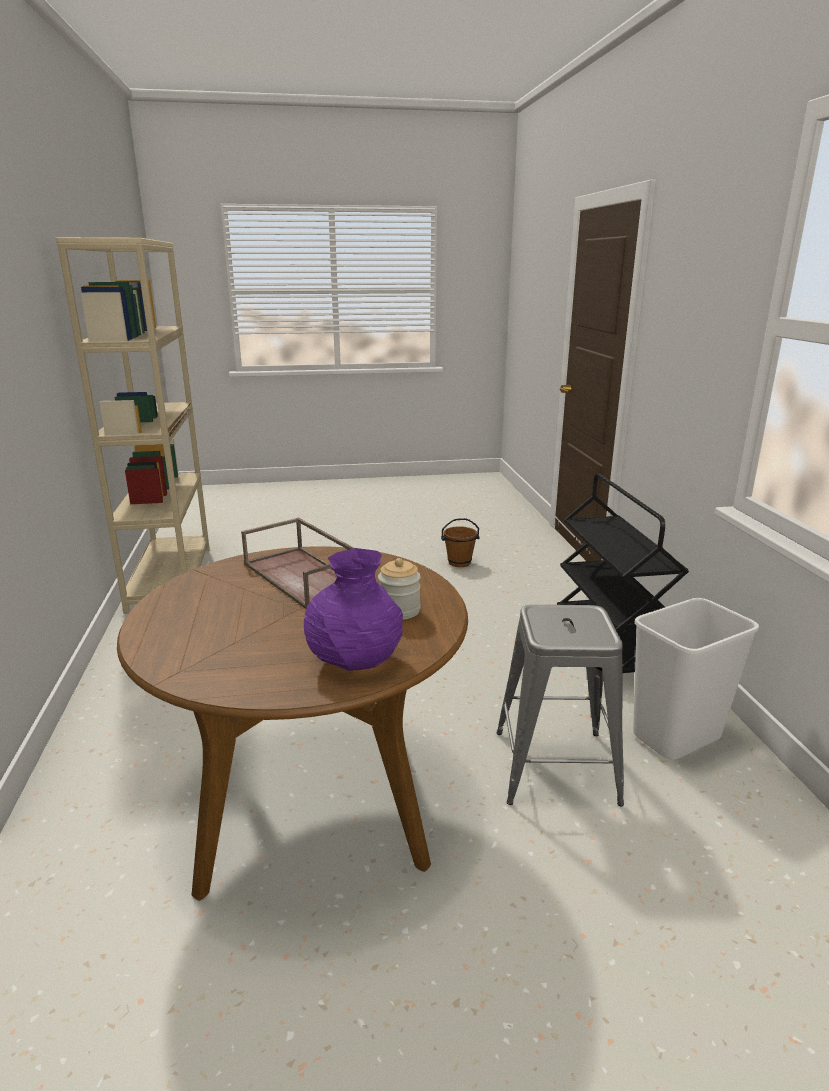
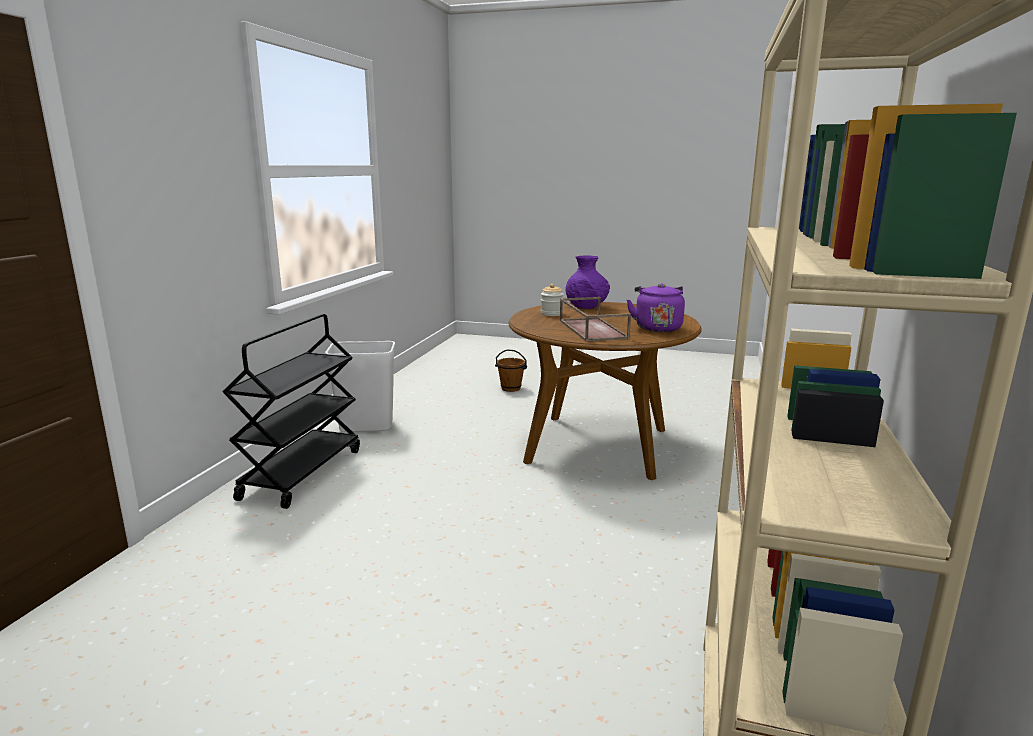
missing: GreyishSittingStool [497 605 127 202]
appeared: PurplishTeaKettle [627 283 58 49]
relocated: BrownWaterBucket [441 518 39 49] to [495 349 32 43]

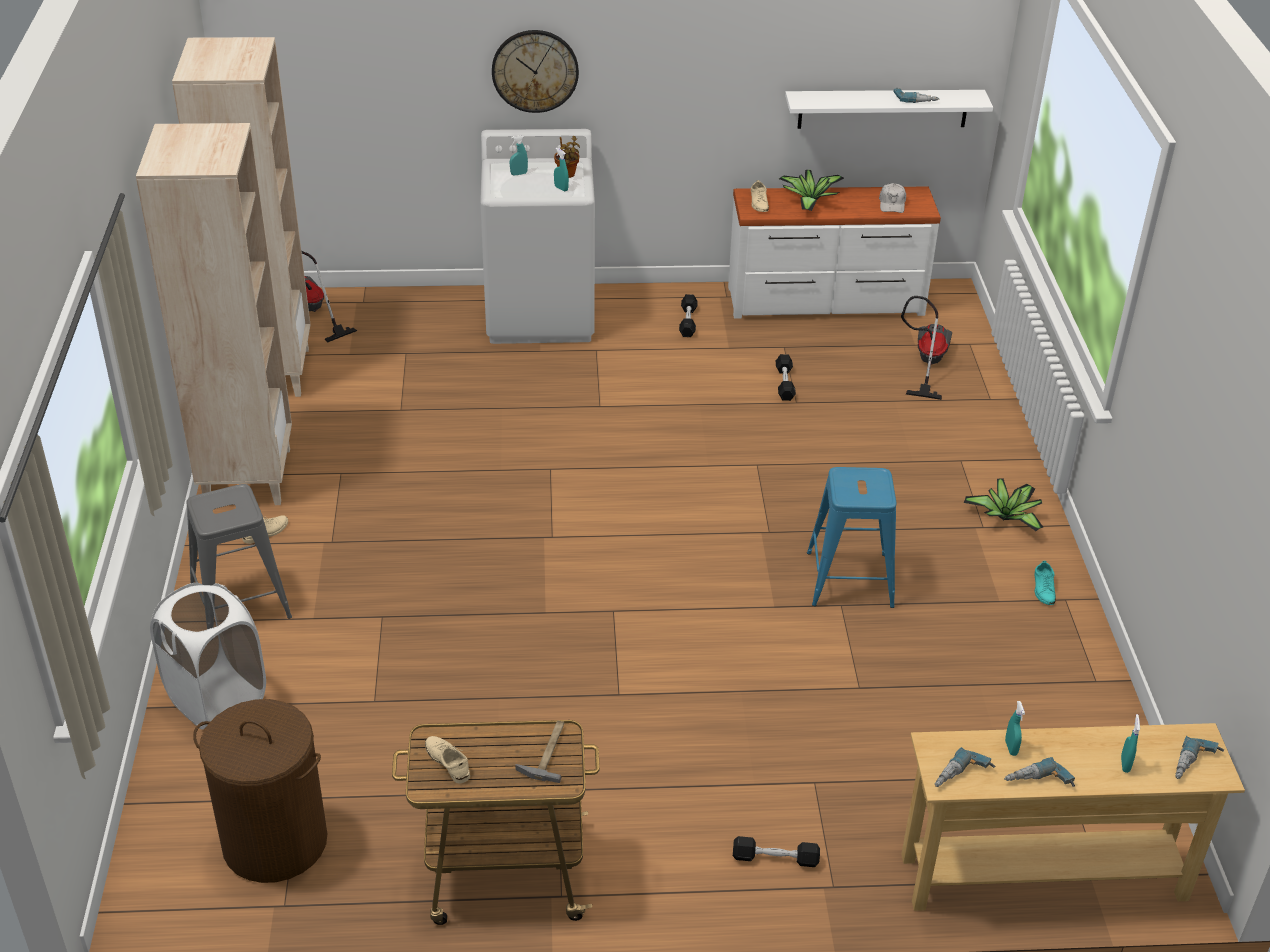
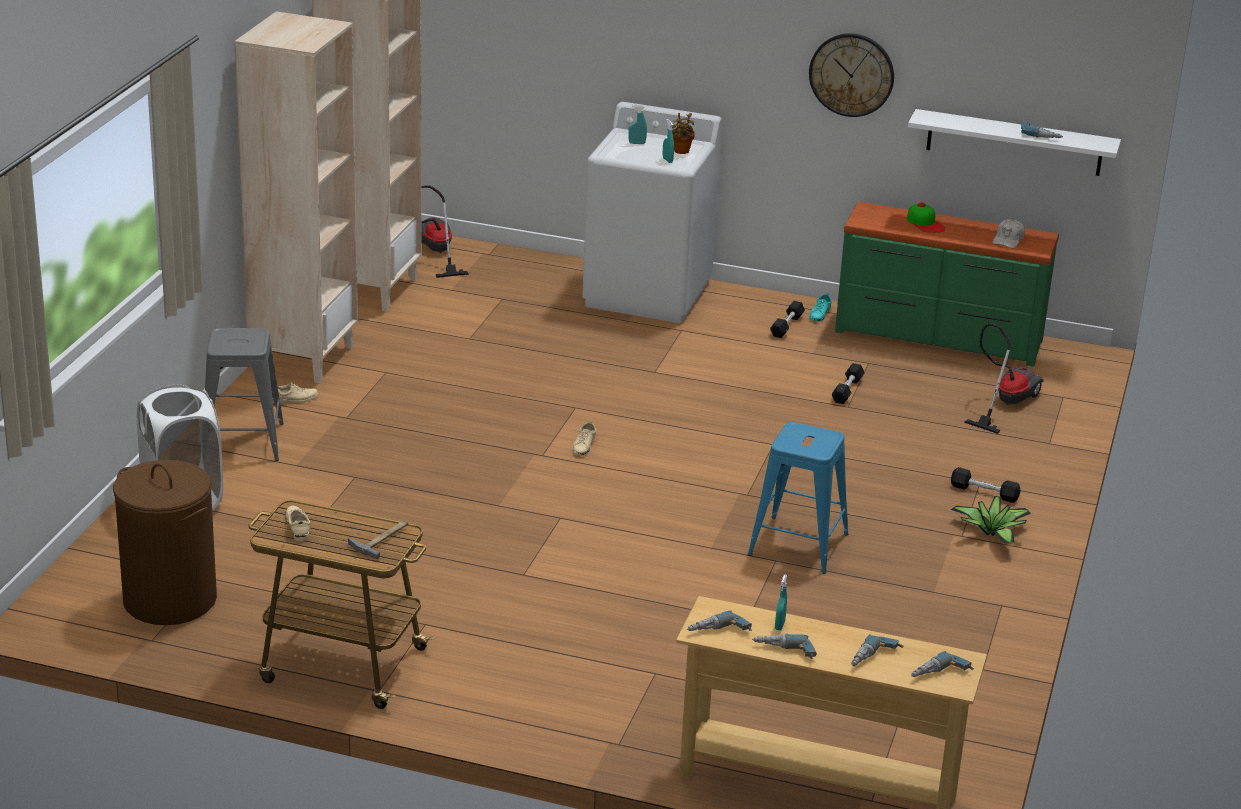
relocated: HangingClock [492 30 87 83] to [809 33 85 84]; BlackColouredHandWeight [733 836 87 31] to [951 467 69 36]; SandColouredLowShoe [751 180 18 32] to [572 421 24 35]; BlueGreenLowShoe [1035 561 21 44] to [809 293 23 29]
exchanged: Houseplant [779 170 65 41] to PeakedCap [907 202 38 31]; BlueGreenHandSprayer [1121 714 19 59] to Drill [851 634 52 32]
colour: WhiteDresser [728 186 213 133] to GreenColouredDresser [835 202 224 165]

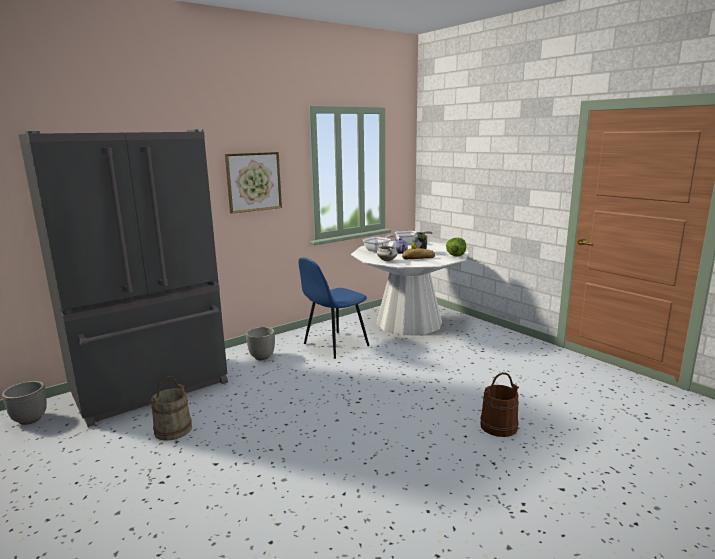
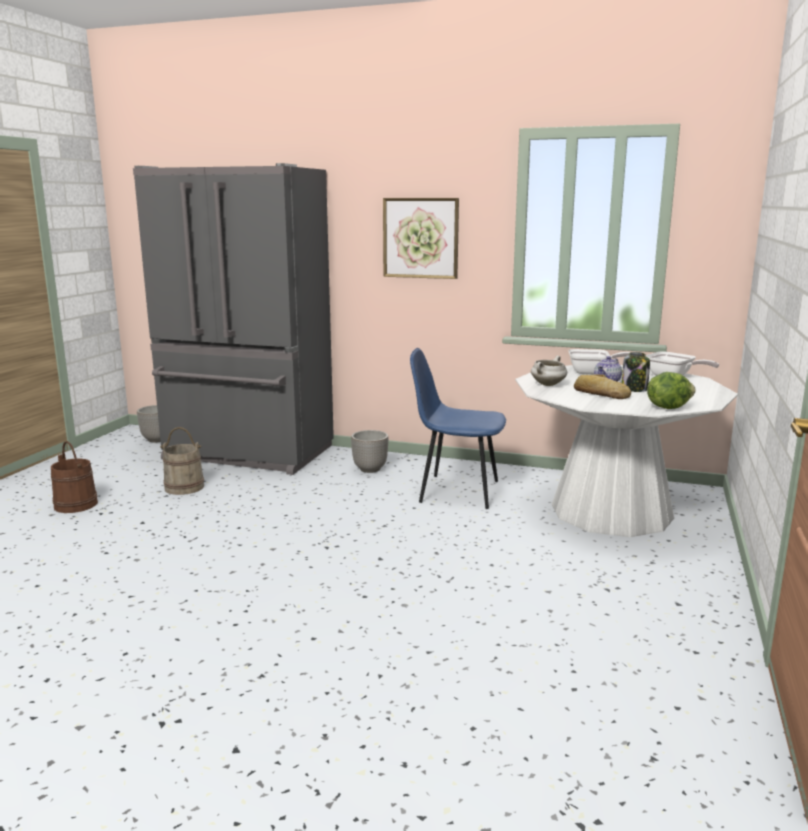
relocated: BrownWaterBucket [480 372 39 65] to [51 441 47 72]

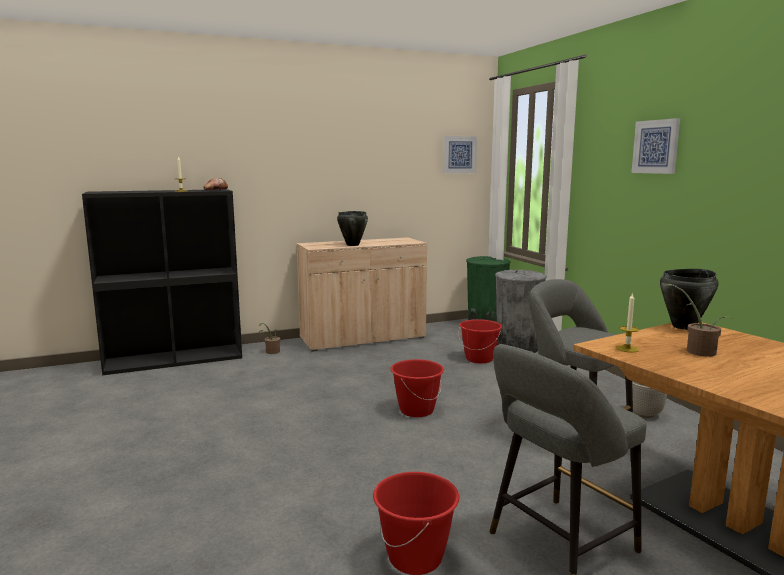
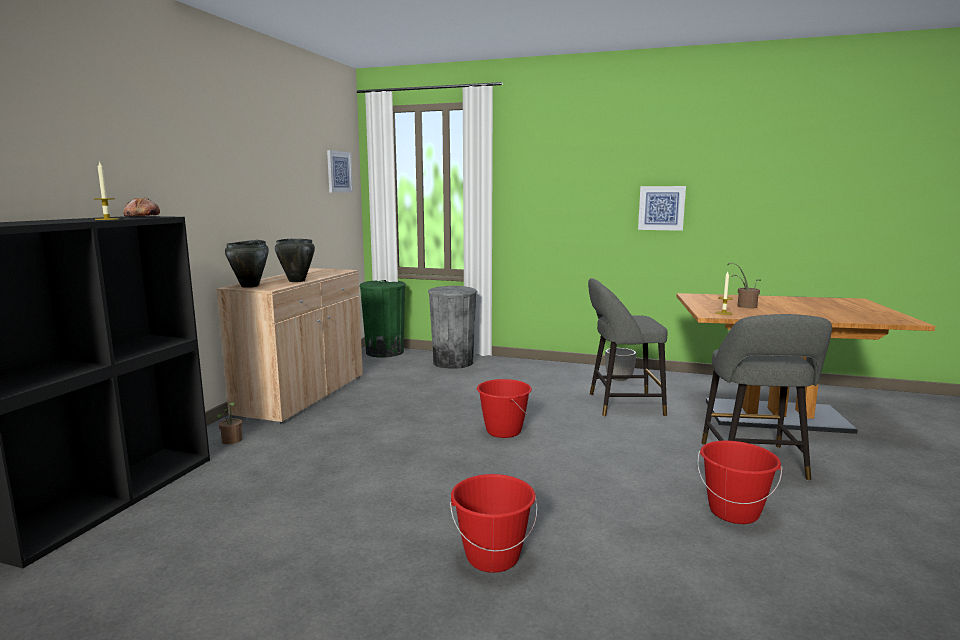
relocated: RedColouredWaterBucket [458 319 44 44] to [450 474 87 99]; Picture [631 118 49 56] to [638 186 48 45]; BlackColouredSaucepot [660 269 59 61] to [225 240 44 48]

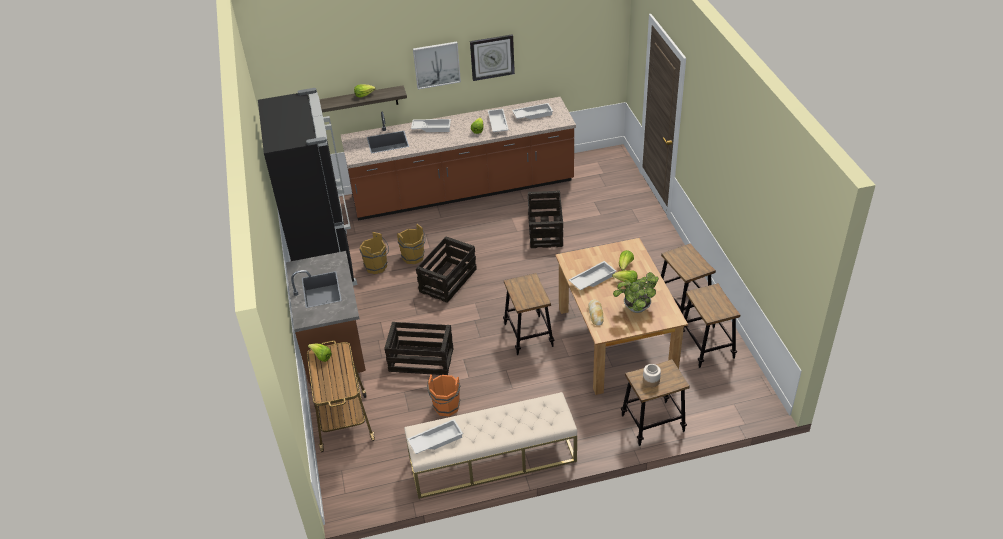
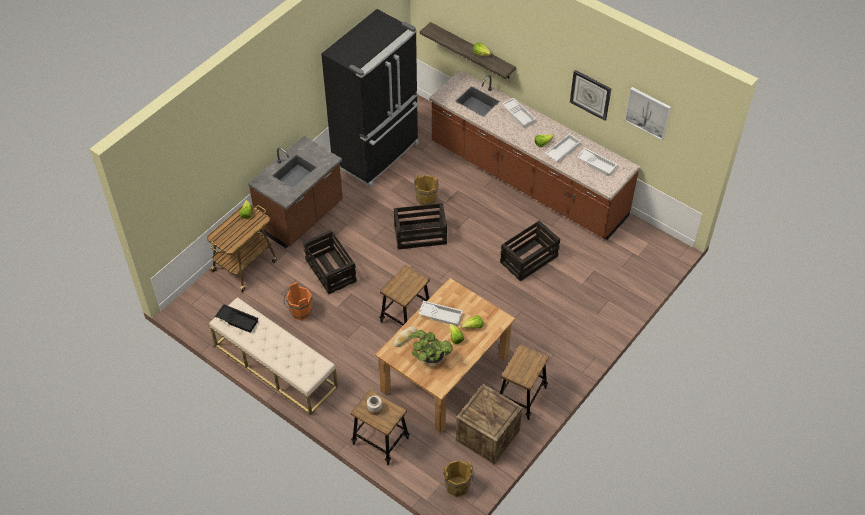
relocated: BrownWaterBucket [359 232 30 42] to [443 460 31 37]; Picture [413 42 48 47] to [624 87 47 53]
exchanged: SittingStool [683 283 57 85] to ShippingCrate [456 384 67 81]
colour: WhiteTray [407 419 56 35] to BlackColouredTray [215 304 44 29]

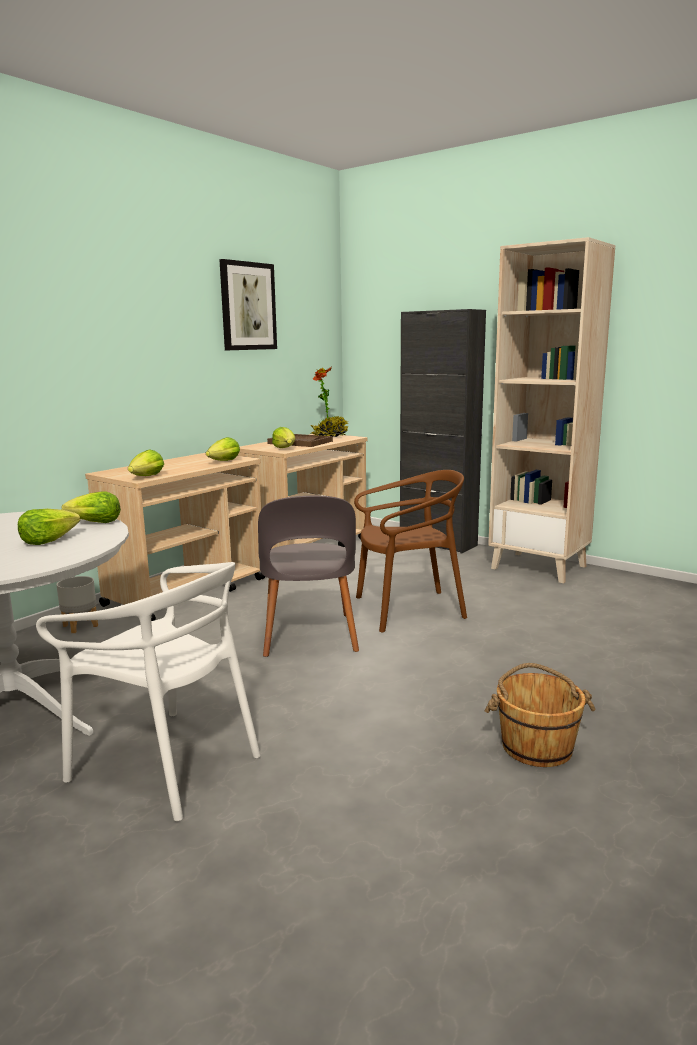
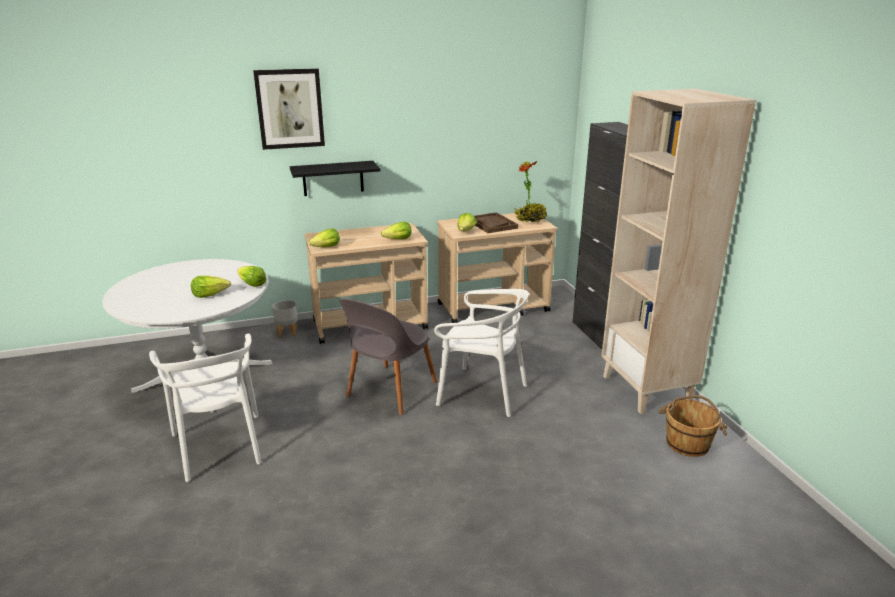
appeared: BlackColouredShelf [290 161 90 35]
relocated: Picture [219 259 58 91] to [253 68 72 82]; BrownWaterBucket [484 663 112 104] to [659 395 68 62]
colour: BrownChair [354 470 113 163] to WhiteChair [434 289 95 128]

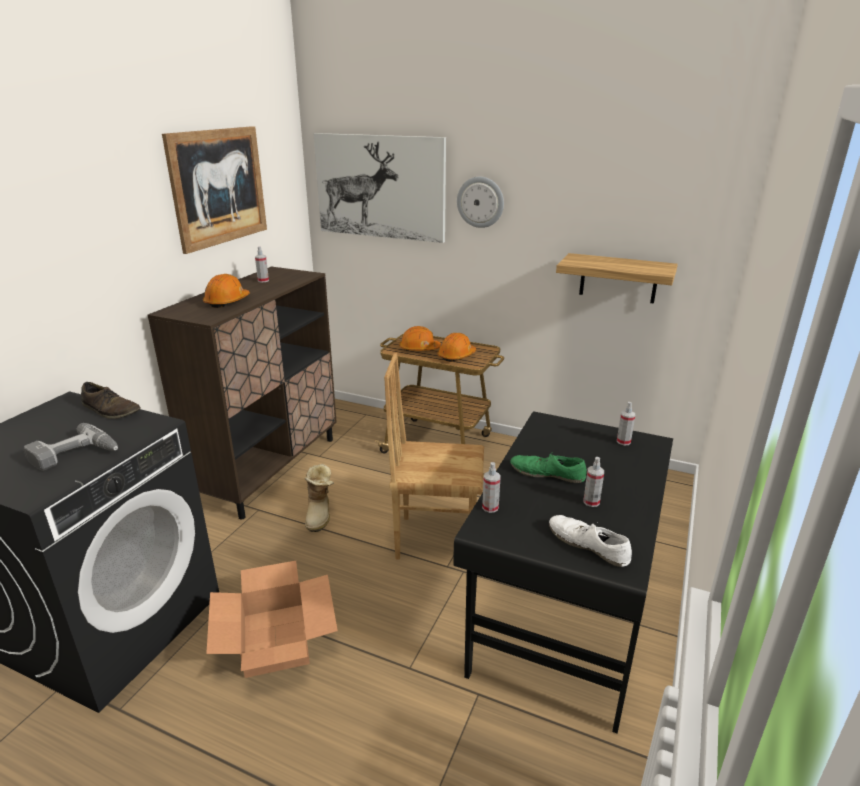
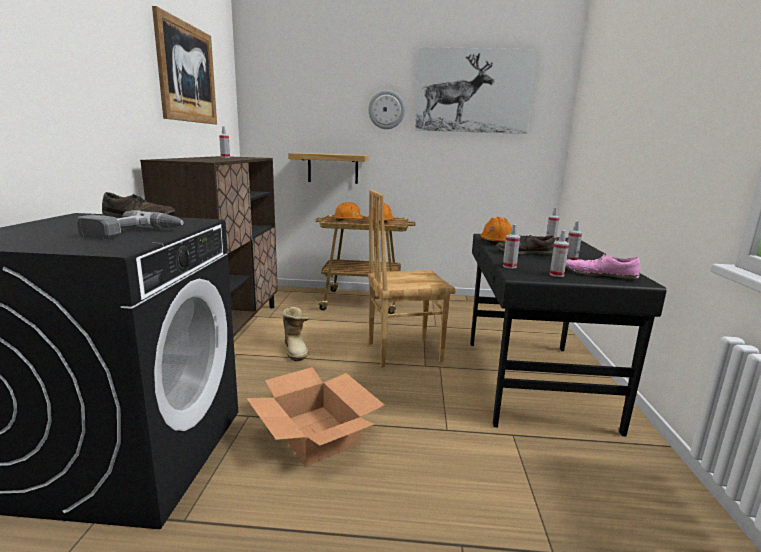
appeared: HandSprayer [550 230 19 47]
relocated: OrangeHardHat [203 274 47 34] to [480 217 32 28]; Picture [314 133 132 110] to [415 47 123 87]; Shelf [556 253 122 51] to [288 153 81 31]
colour: GreenColouredLowShoe [510 453 77 30] to BrownLowShoe [495 235 60 19]; WhiteLowShoe [549 515 83 52] to PinkLowShoe [566 254 75 25]

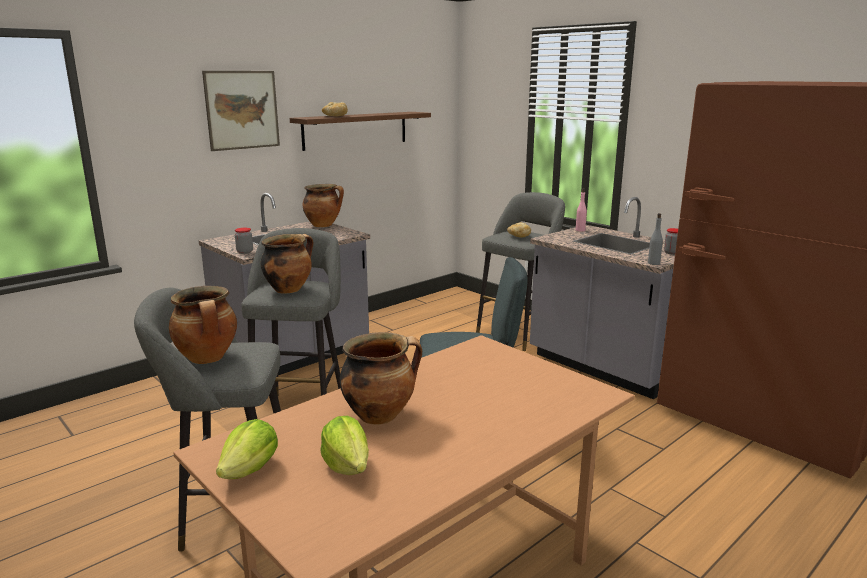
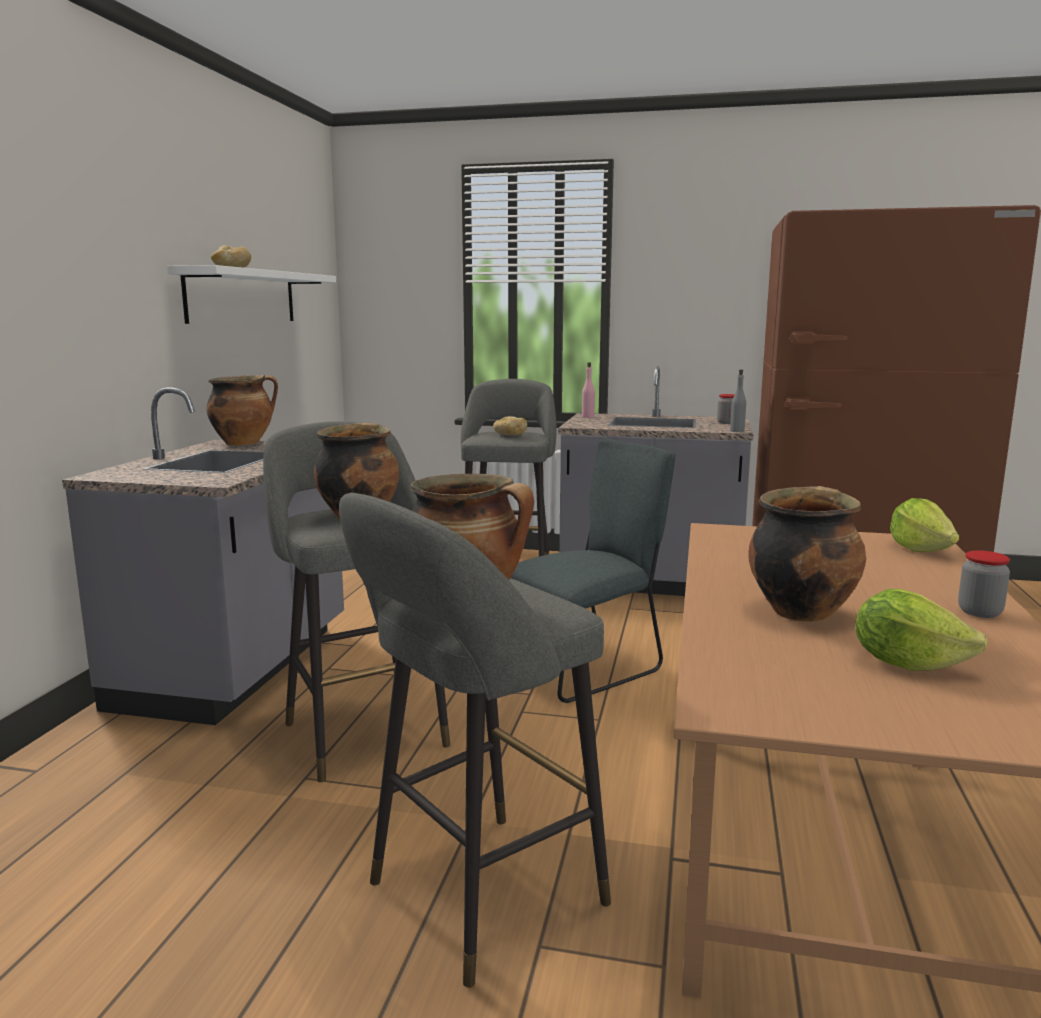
missing: Picture [202 71 78 80]
relocated: Lettuce [216 419 62 60] to [890 498 69 54]; StorageJar [235 228 18 26] to [958 550 52 68]
colour: BrownShelf [290 112 141 39] to WhiteShelf [167 265 169 59]

